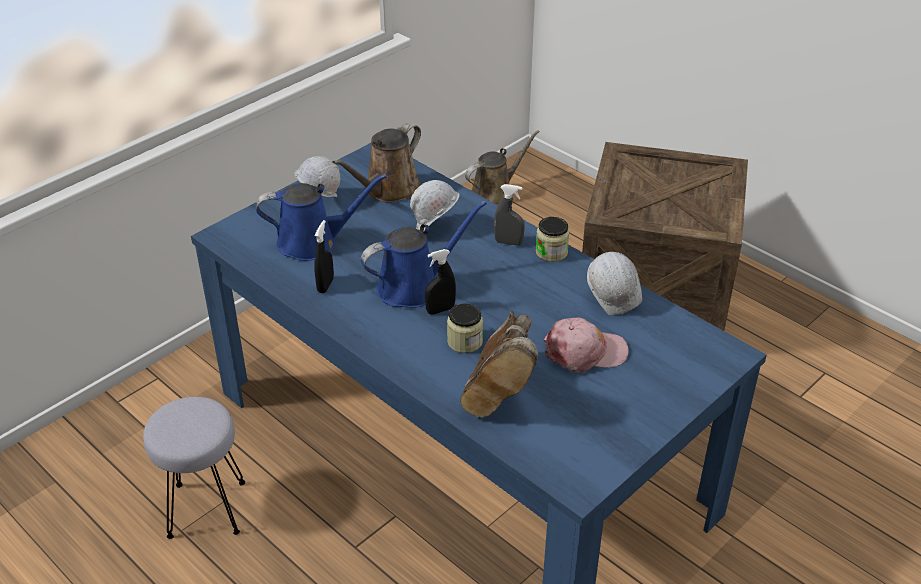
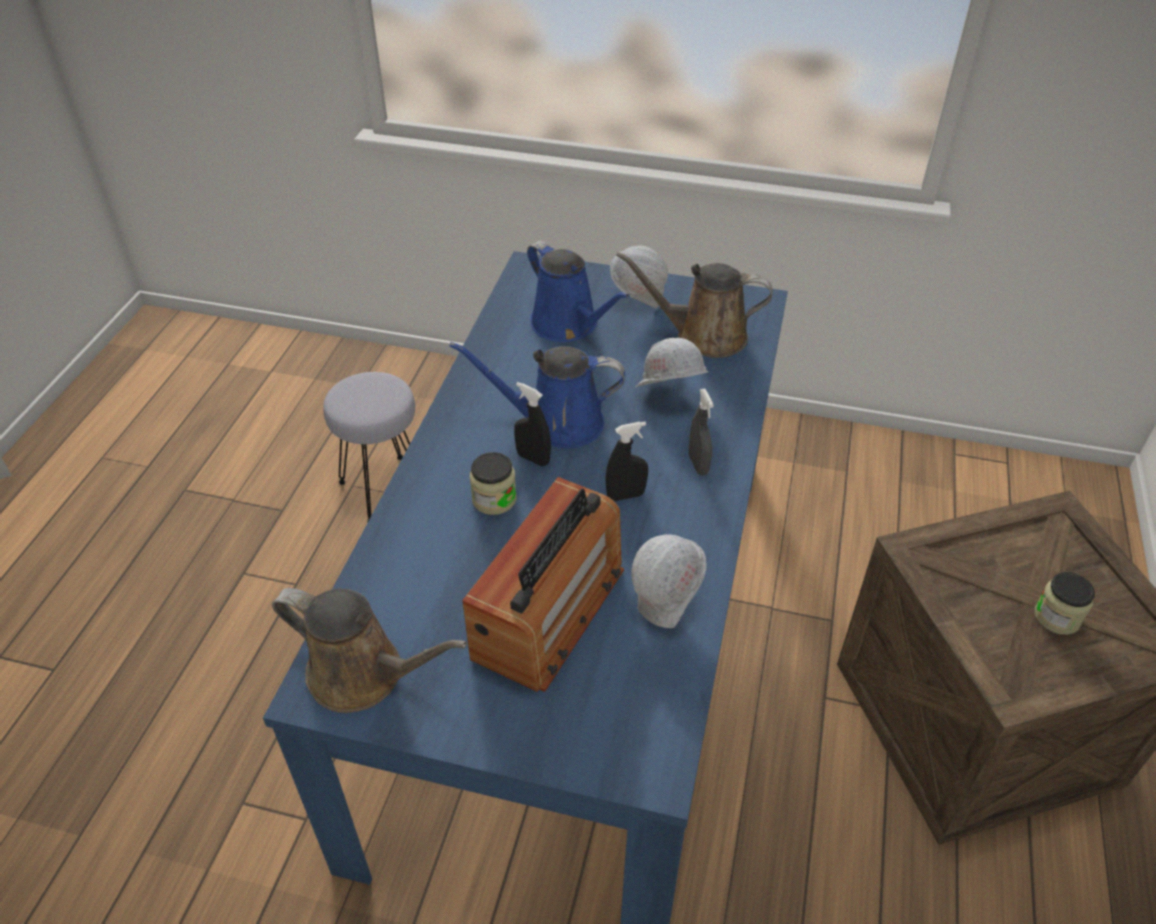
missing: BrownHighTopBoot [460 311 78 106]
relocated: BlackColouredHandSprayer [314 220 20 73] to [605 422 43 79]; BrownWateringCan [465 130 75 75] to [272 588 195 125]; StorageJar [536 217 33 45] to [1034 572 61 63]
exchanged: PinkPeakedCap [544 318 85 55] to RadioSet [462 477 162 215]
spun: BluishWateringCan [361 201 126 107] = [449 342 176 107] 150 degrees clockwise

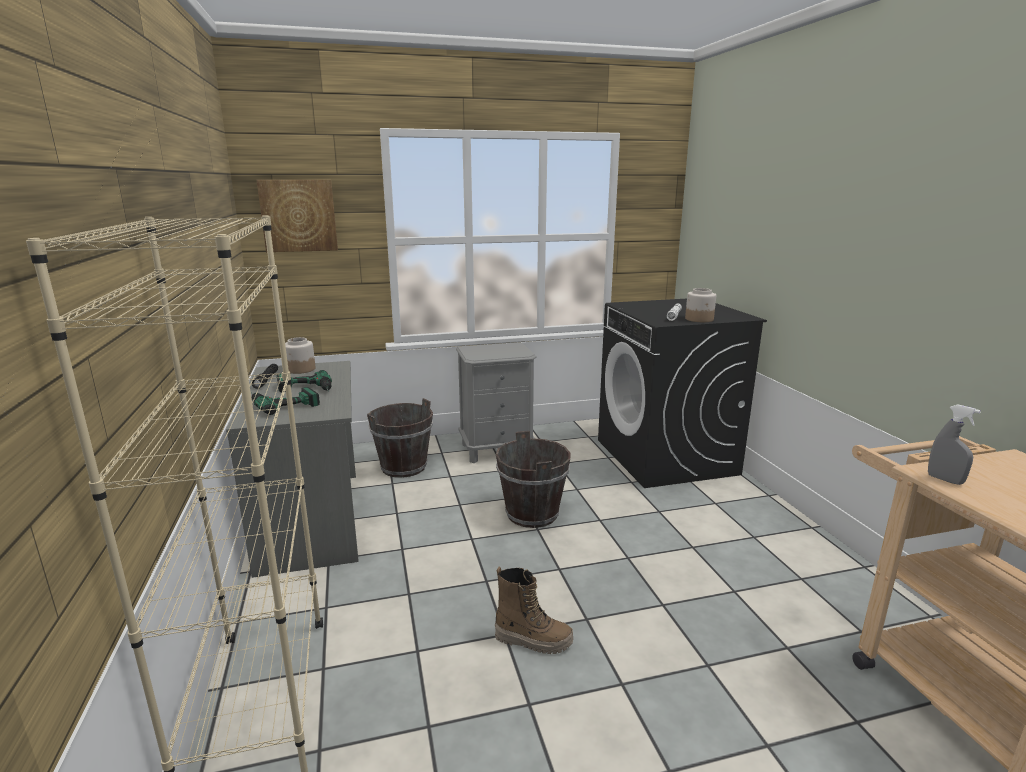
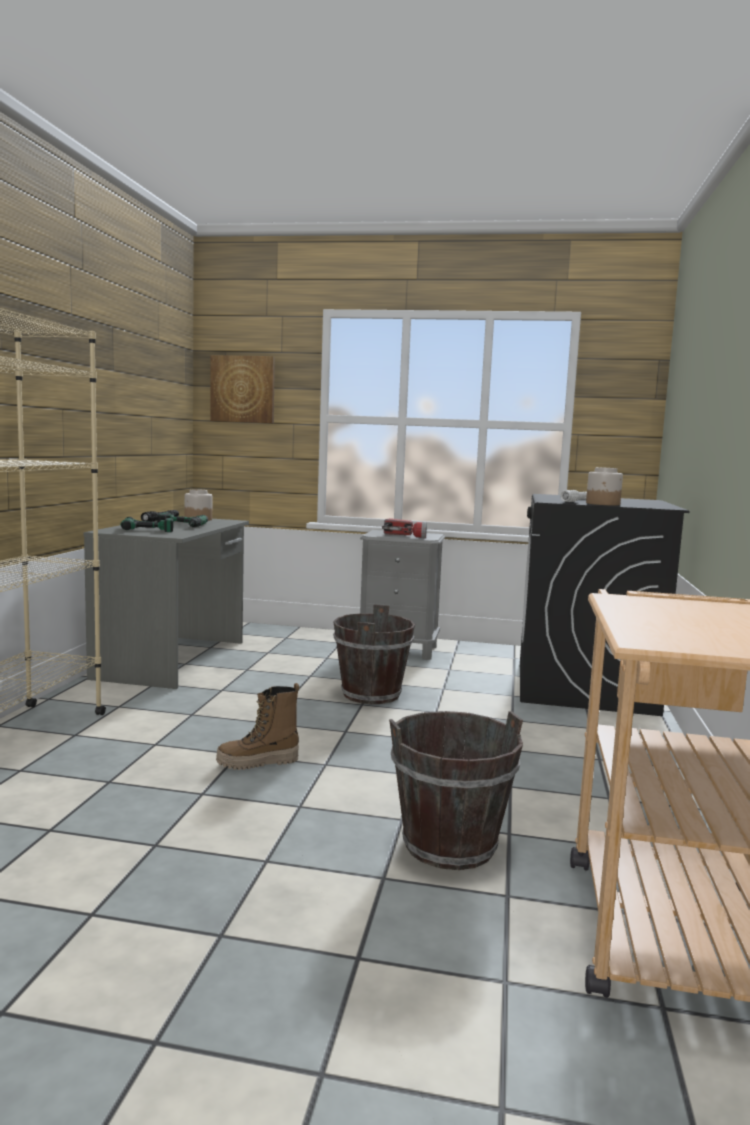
missing: GreyishHandSprayer [928 405 53 80]
appeared: HandTorch [382 518 45 20]
relocated: BrownWaterBucket [367 398 66 80] to [389 711 134 159]
spun: HighTopBoot [495 567 78 87] = [216 683 83 87] 120 degrees clockwise

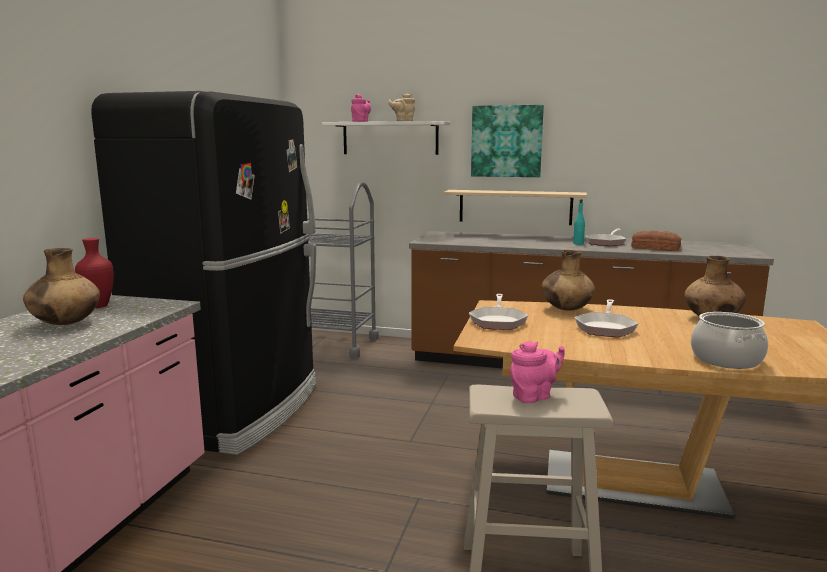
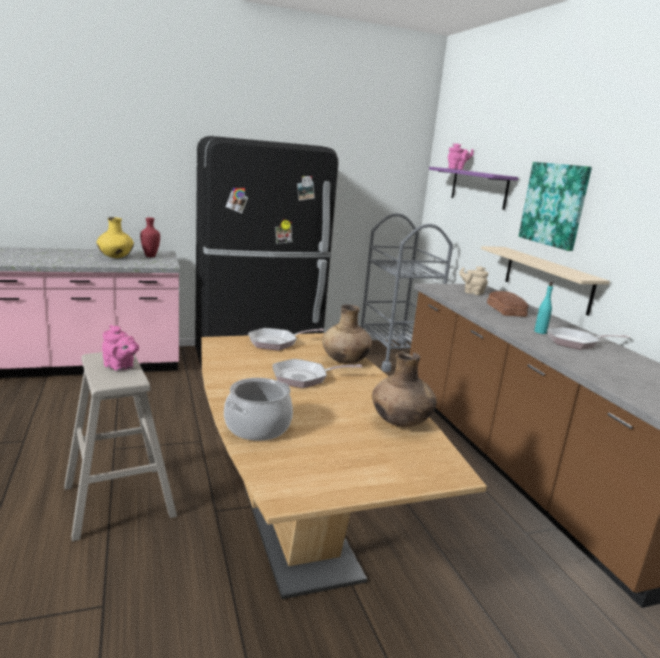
relocated: SandColouredPotForTea [388 94 27 27] to [459 266 29 29]; BakeryBread [631 231 51 20] to [487 291 41 26]
colour: BrownDecorativeVase [23 248 77 77] to YellowColouredDecorativeVase [97 217 37 41]; WhiteShelf [322 121 128 34] to PurplishShelf [429 167 89 43]

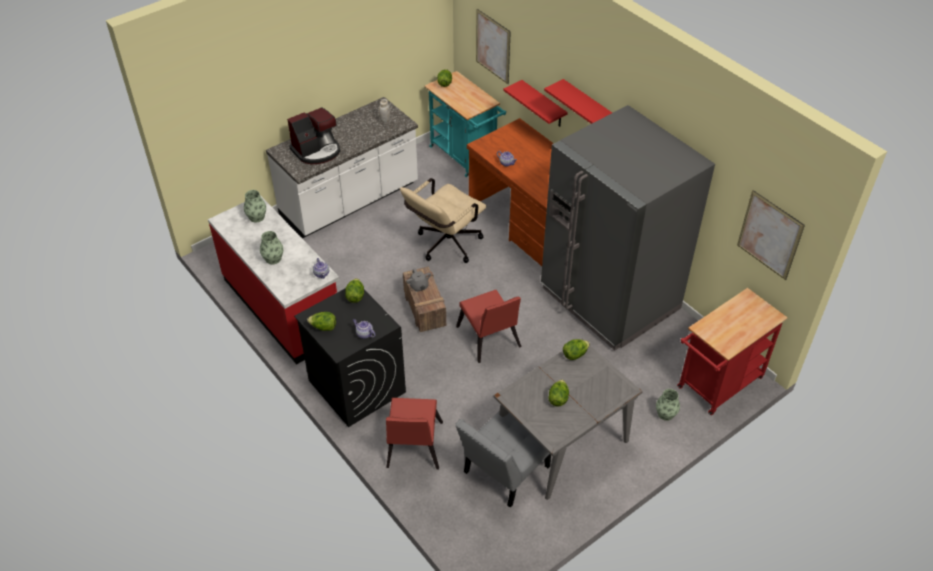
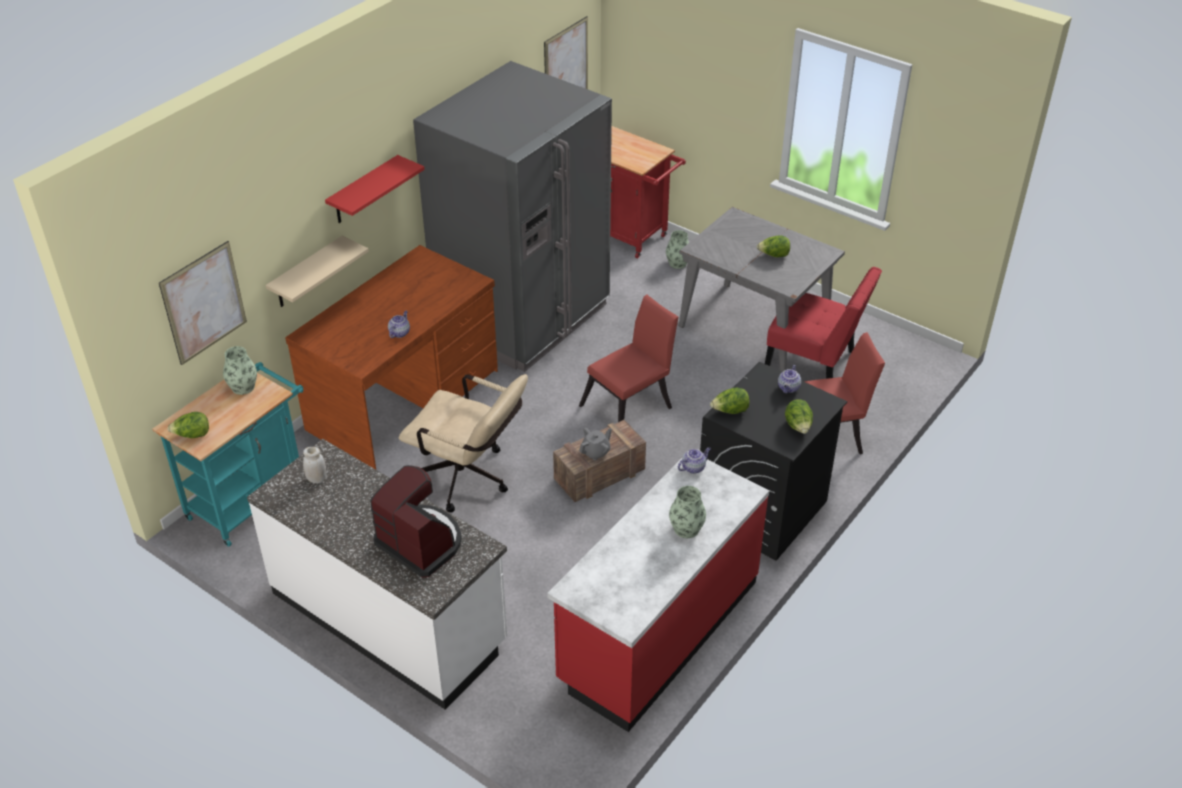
missing: Lettuce [563 339 27 21]
relocated: DecorativeVase [244 190 22 32] to [223 346 34 49]
colour: GreyishChair [455 411 96 96] to RedColouredChair [765 267 117 112]; RedColouredShelf [503 80 65 47] to SandColouredShelf [266 236 103 71]

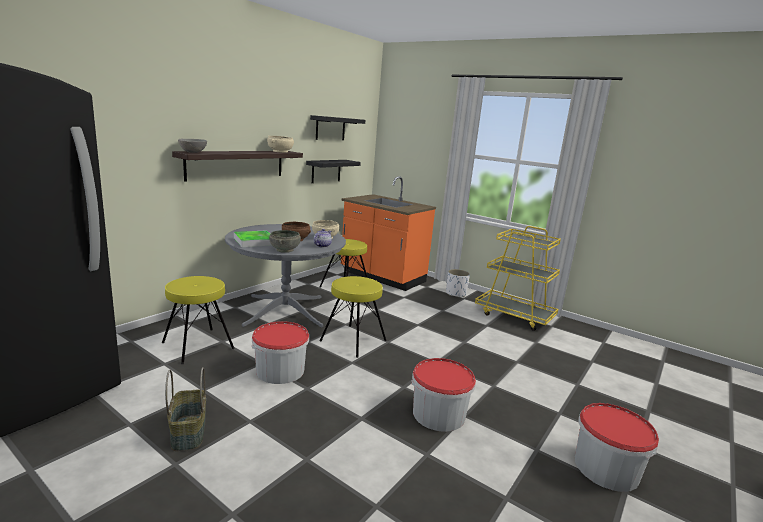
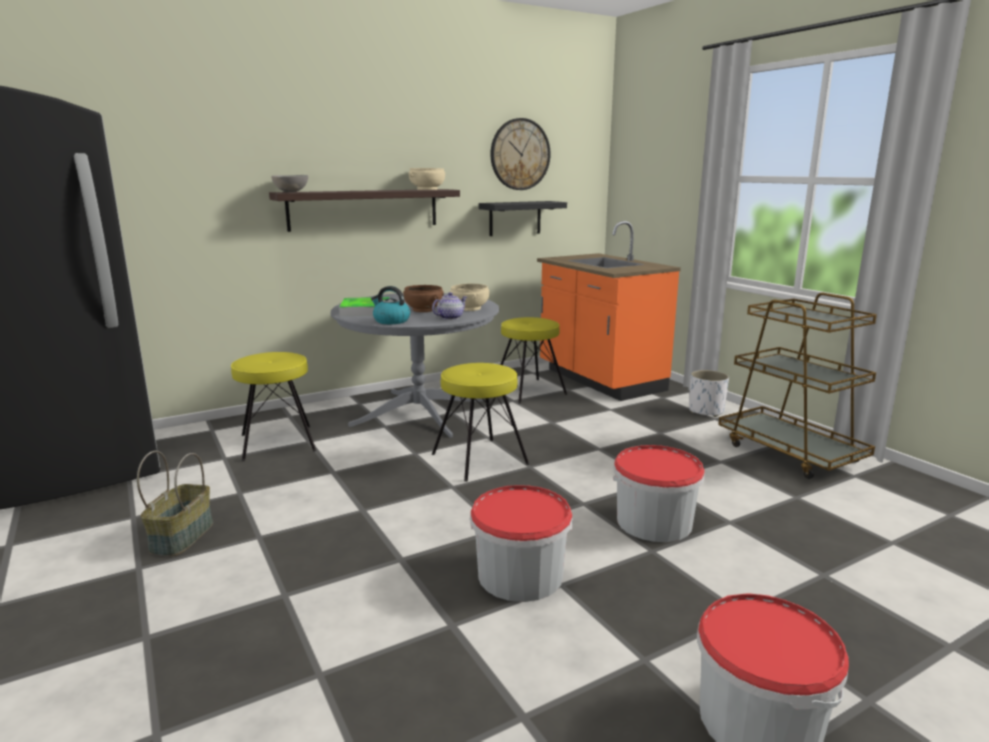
relocated: WaterBucket [252 321 57 63] to [613 445 92 97]
exchanged: GreyishDeepDish [269 230 32 23] to TeaKettle [371 286 39 38]; BlackColouredShelf [310 115 55 25] to HangingClock [490 118 60 72]
colour: YellowColouredTrolley [475 226 86 105] to BrownTrolley [718 293 159 186]

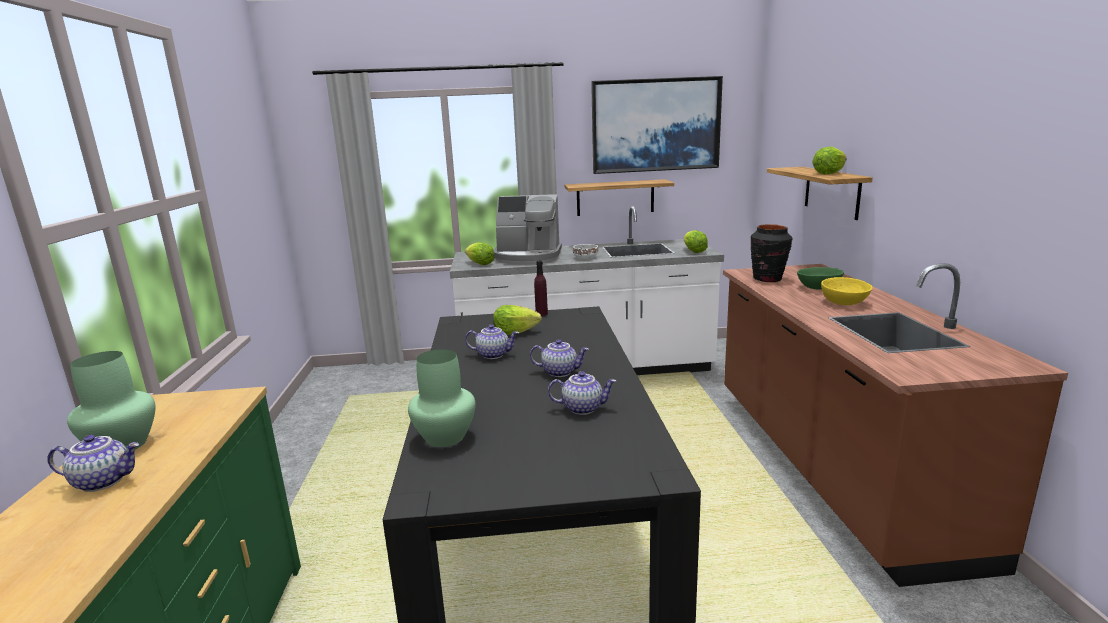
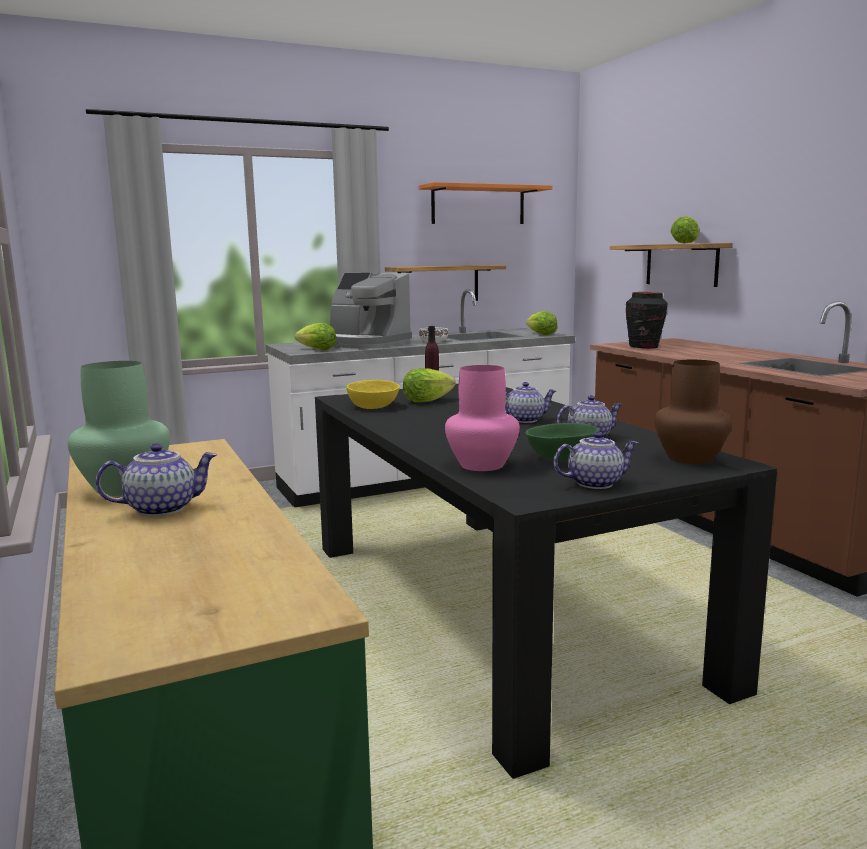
appeared: BrownDecorativeVase [654 360 78 104]
relocated: PotForTea [465 324 54 35] to [553 431 85 58]; GreenColouredDeepDish [797 267 47 22] to [525 423 74 38]; YellowColouredDeepDish [821 277 52 28] to [346 380 54 29]
exchanged: Picture [591 76 132 98] to OrangeShelf [419 182 134 42]
colour: GreenColouredDecorativeVase [408 349 68 98] to PinkDecorativeVase [445 365 75 106]
spun: CoffeeBrewer [494 194 68 70] = [330 273 82 75] 45 degrees clockwise

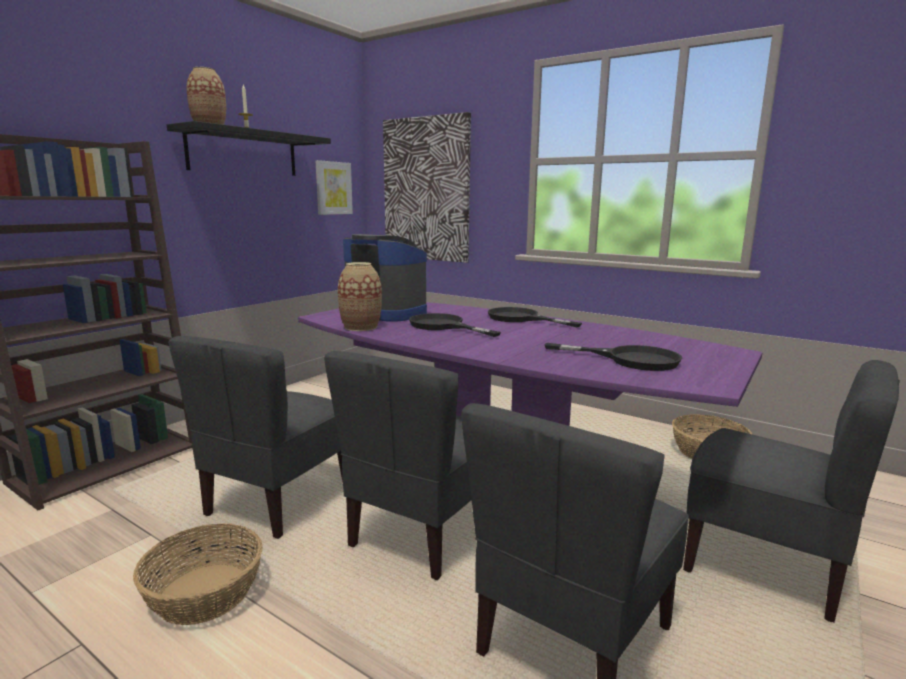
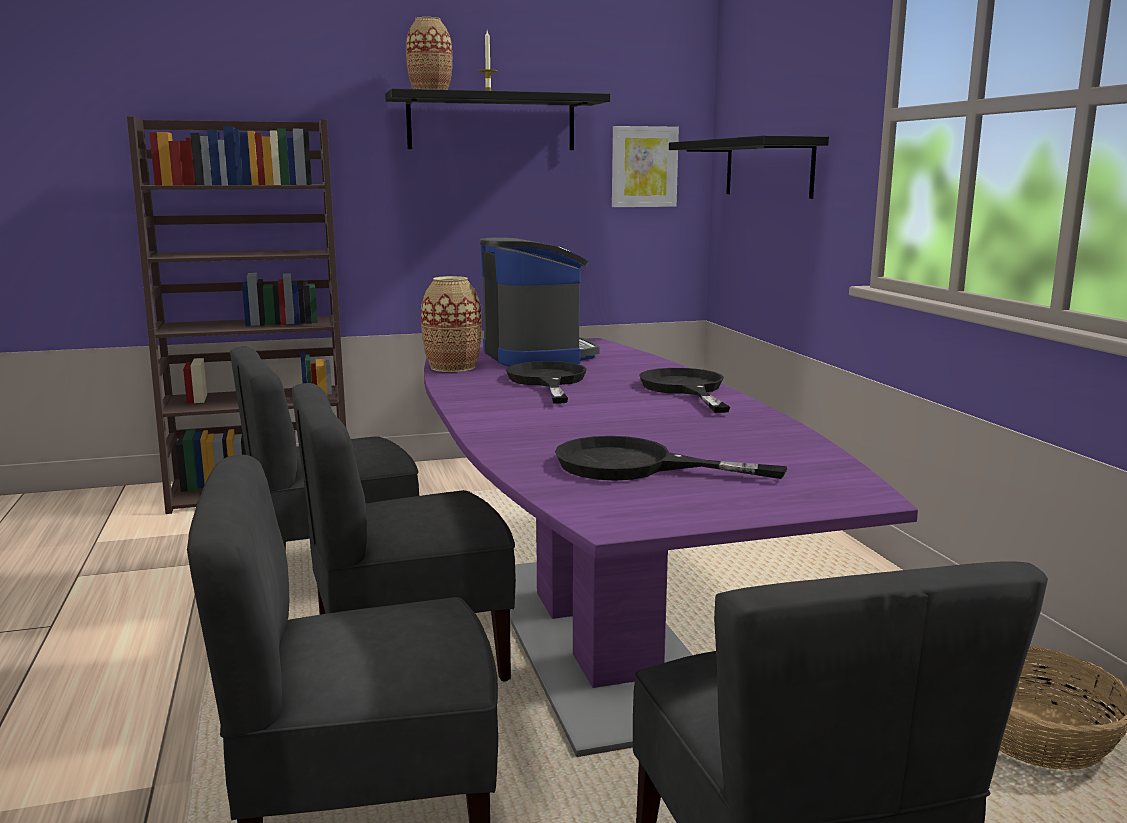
missing: HouseholdBasket [133 523 130 102]
exchanged: Picture [383 112 88 151] to BlackColouredShelf [669 135 160 64]
spun: BlackColouredFryingPan [545 343 137 28] = [555 436 232 45] 135 degrees clockwise

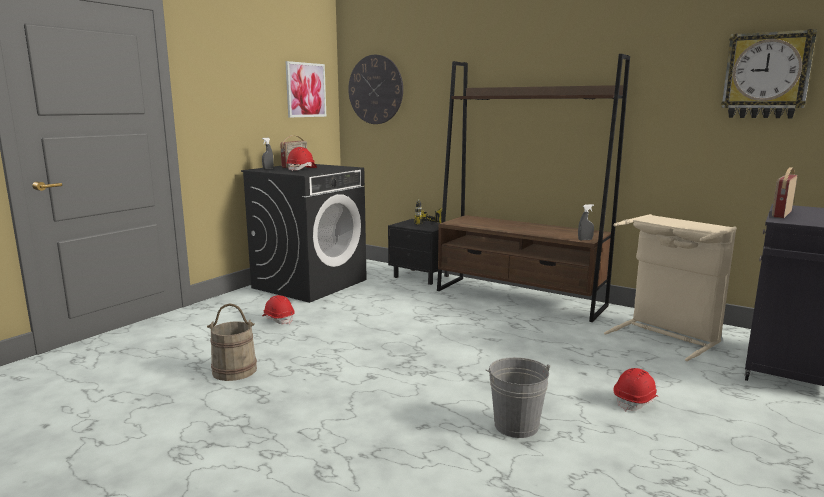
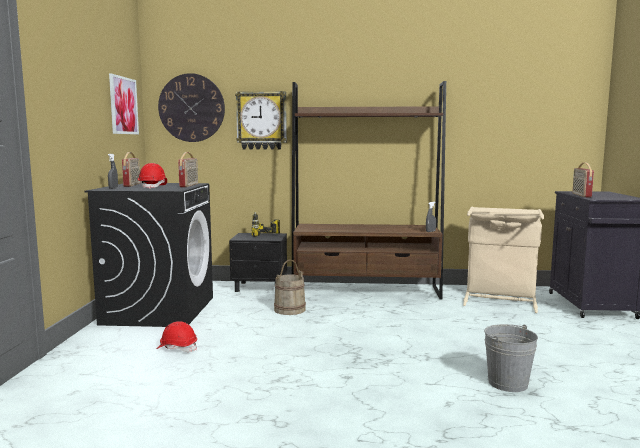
missing: RedColouredHardHat [614 368 45 44]
appeared: RadioSet [178 152 20 35]
relocated: SandColouredWaterBucket [207 303 50 78] to [274 259 32 56]; HangingClock [721 29 96 89] to [235 91 52 59]

